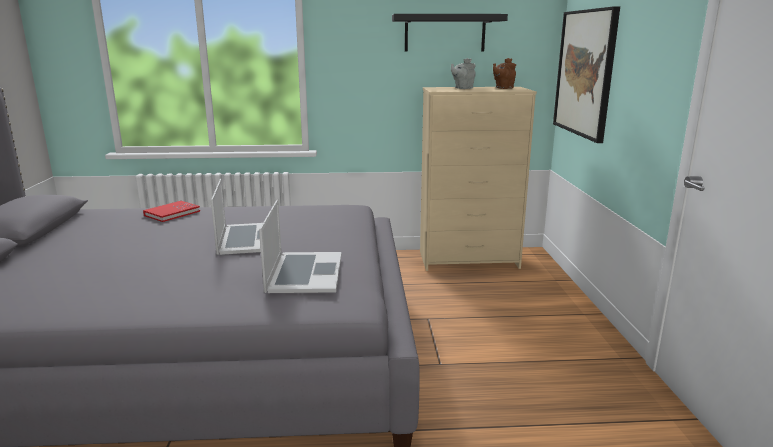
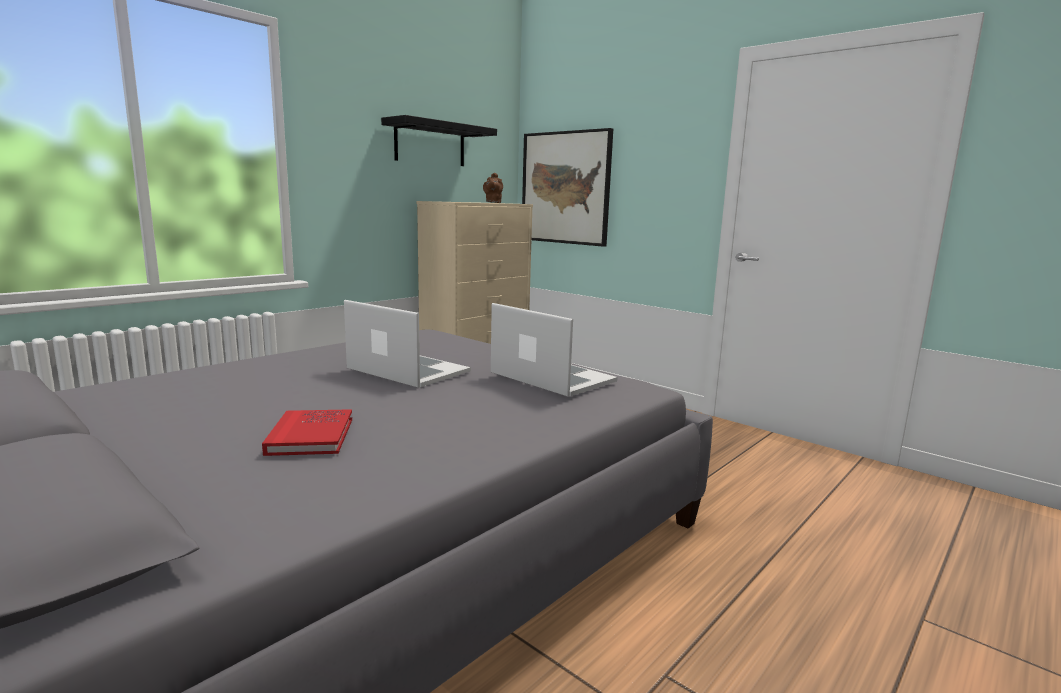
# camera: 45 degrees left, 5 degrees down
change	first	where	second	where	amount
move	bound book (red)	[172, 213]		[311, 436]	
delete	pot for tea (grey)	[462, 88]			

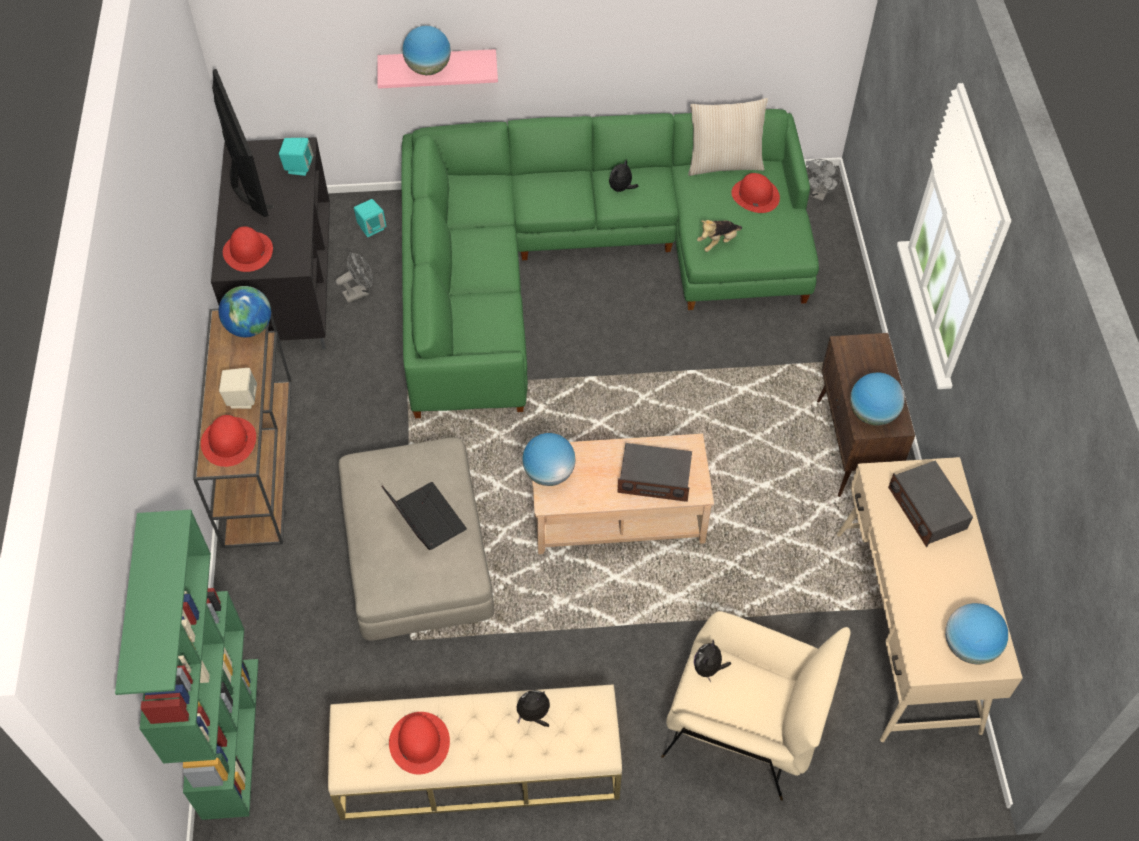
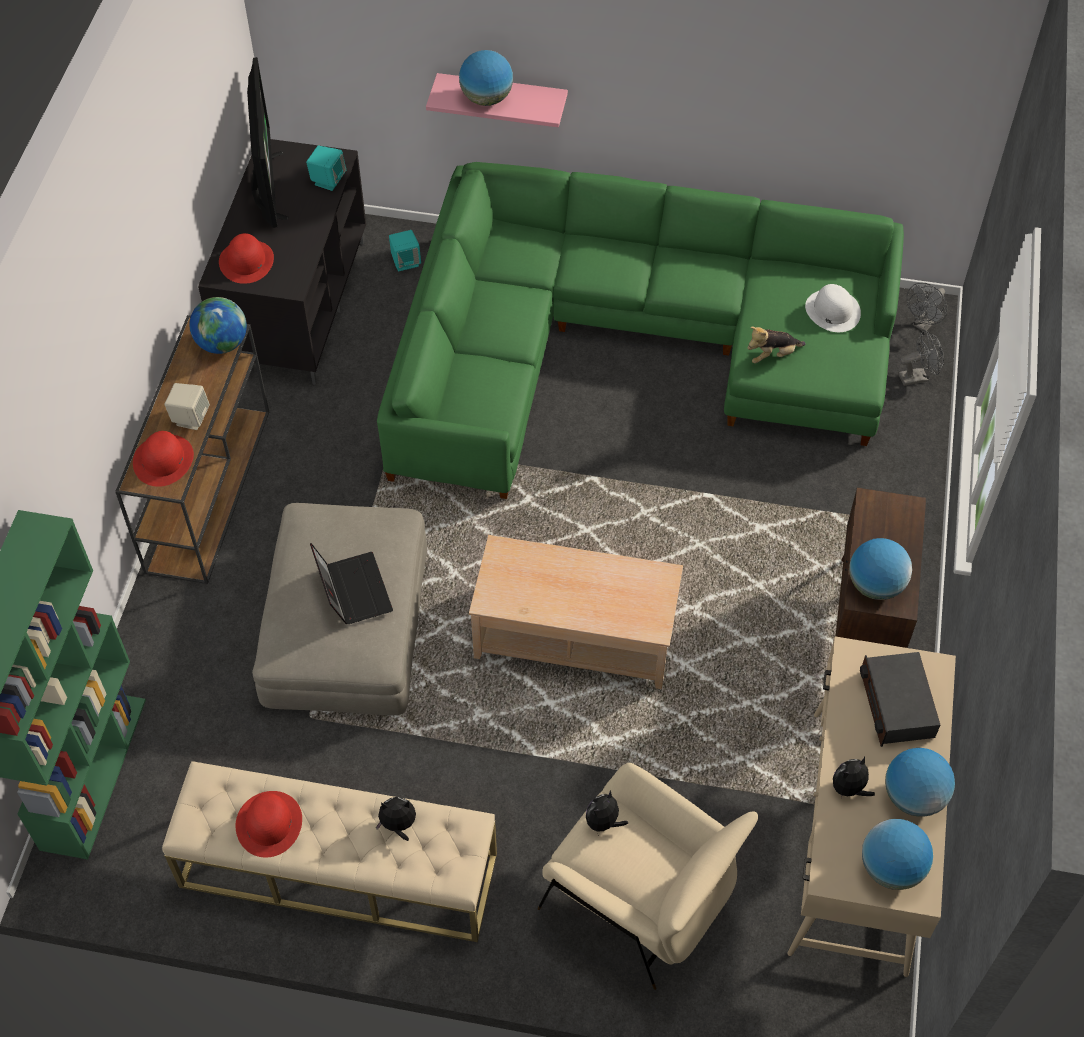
# camera: 15 degrees right, 0 degrees up
change	first	where	second	where	amount
recolor	hat (red)	[755, 195]	hat (whitish)	[832, 310]	
move	cuddly toy	[621, 189]		[849, 789]	
move	desk globe	[549, 473]		[913, 796]	
move	cooling fan (grey)	[359, 292]		[917, 376]	
delete	radio	[654, 479]			
delete	throw pillow (beige-coloured)	[724, 163]			

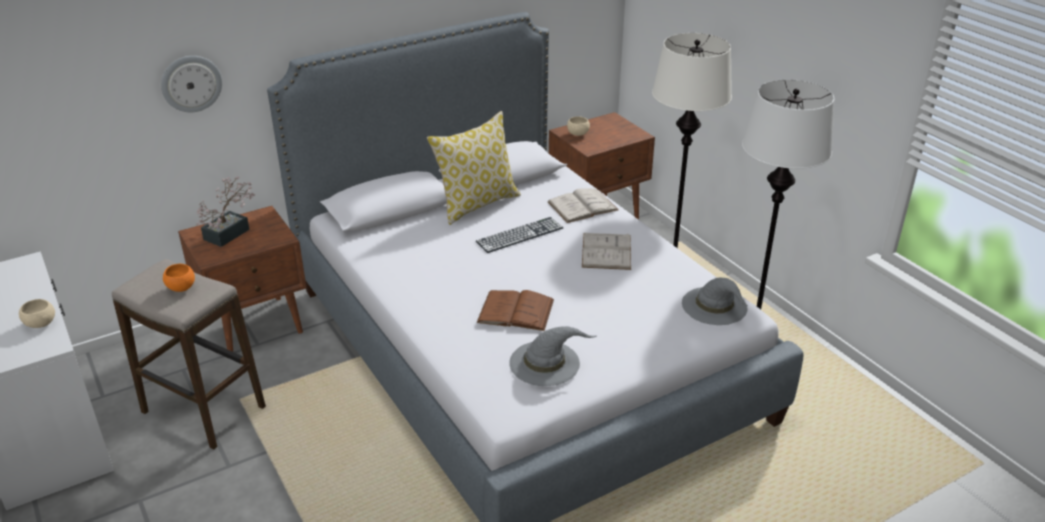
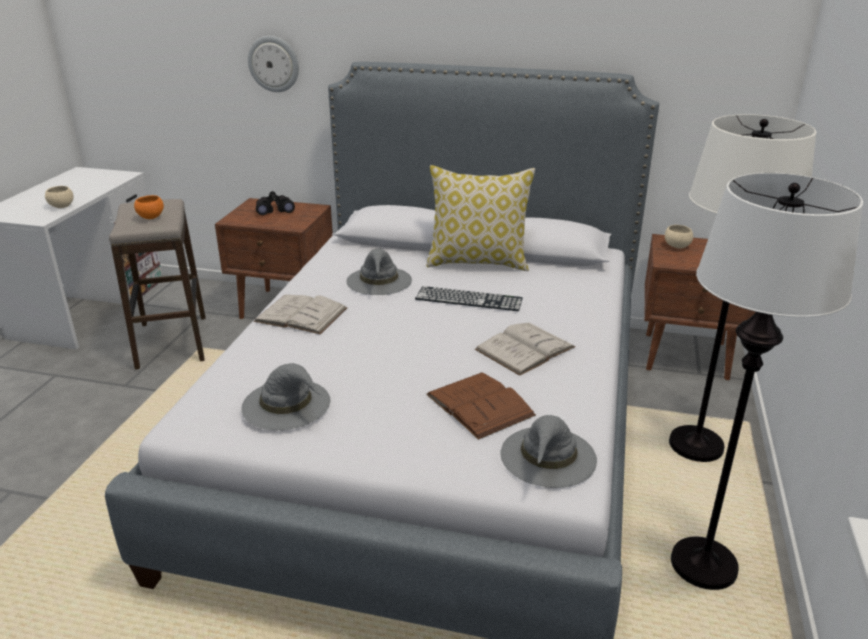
# camera: 45 degrees right, 5 degrees down
change	first	where	second	where	amount
move	bound book (whitish)	[582, 206]		[301, 314]	
replace	potted plant	[231, 232]	pair of binoculars (blackish)	[274, 210]	
insert			hat (grey)	[379, 281]	
move	bound book (brownish)	[515, 311]		[479, 405]	

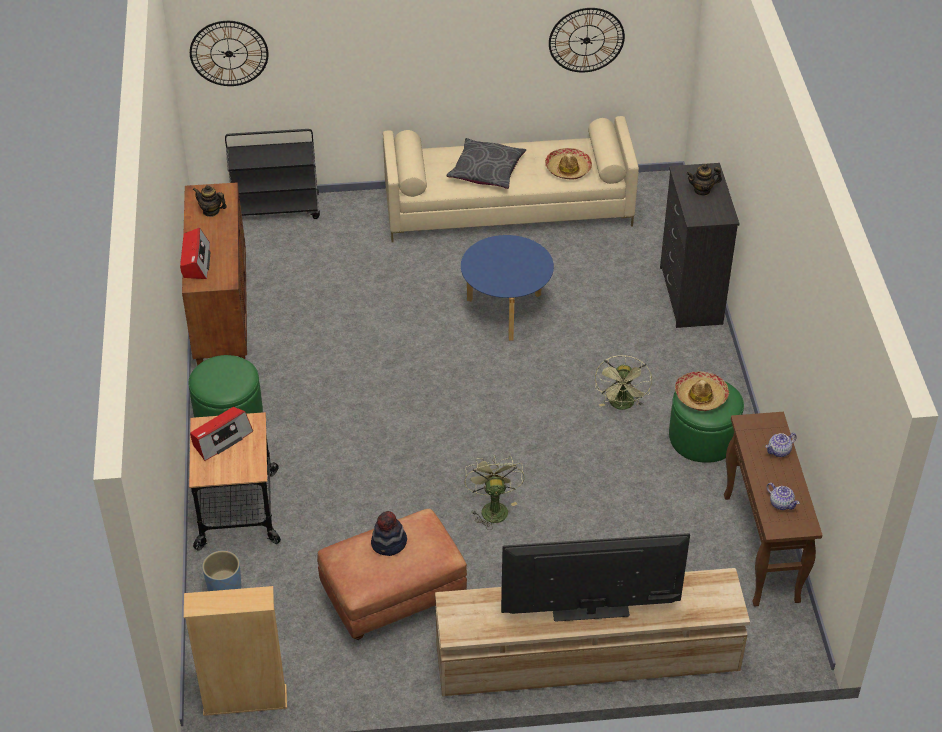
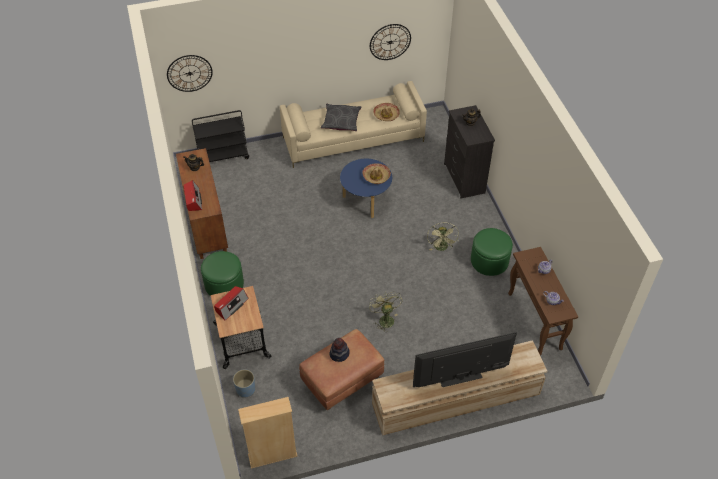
# camera: 10 degrees left, 5 degrees up
change	first	where	second	where	amount
move	hat	[701, 396]		[376, 176]	

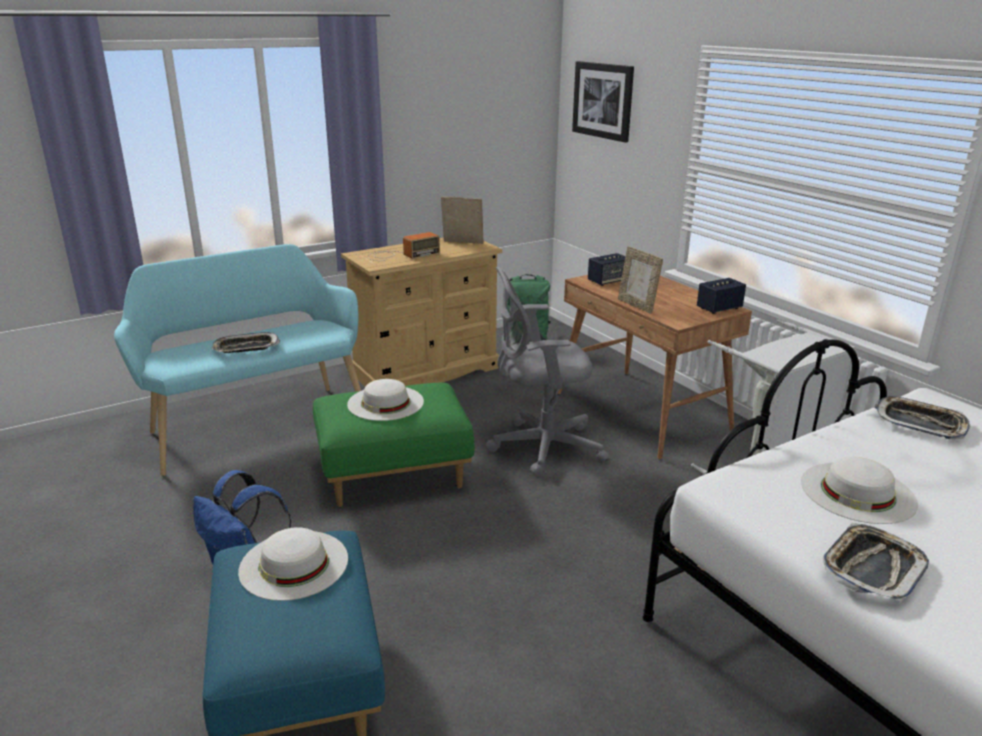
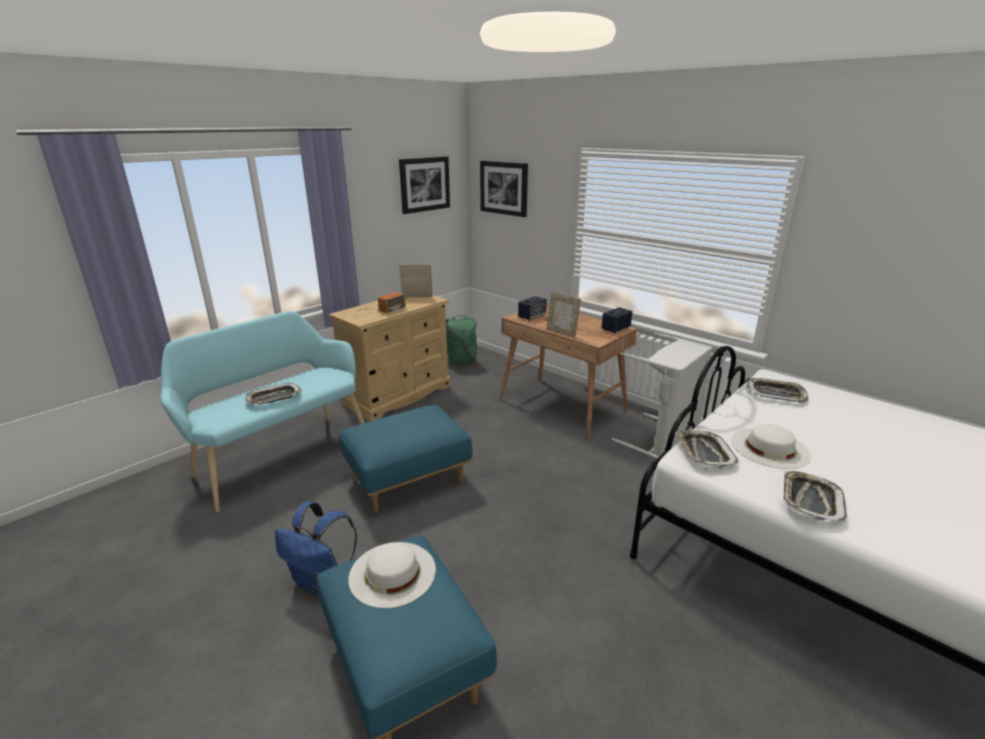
# camera: 15 degrees left, 0 degrees up
change	first	where	second	where	amount
recolor	footrest (green)	[394, 475]	footrest (blue)	[408, 480]	
insert			wall art	[424, 184]	
insert			serving tray	[703, 452]	
delete	hat (whitish)	[385, 403]			
delete	computer chair (grey)	[541, 447]			

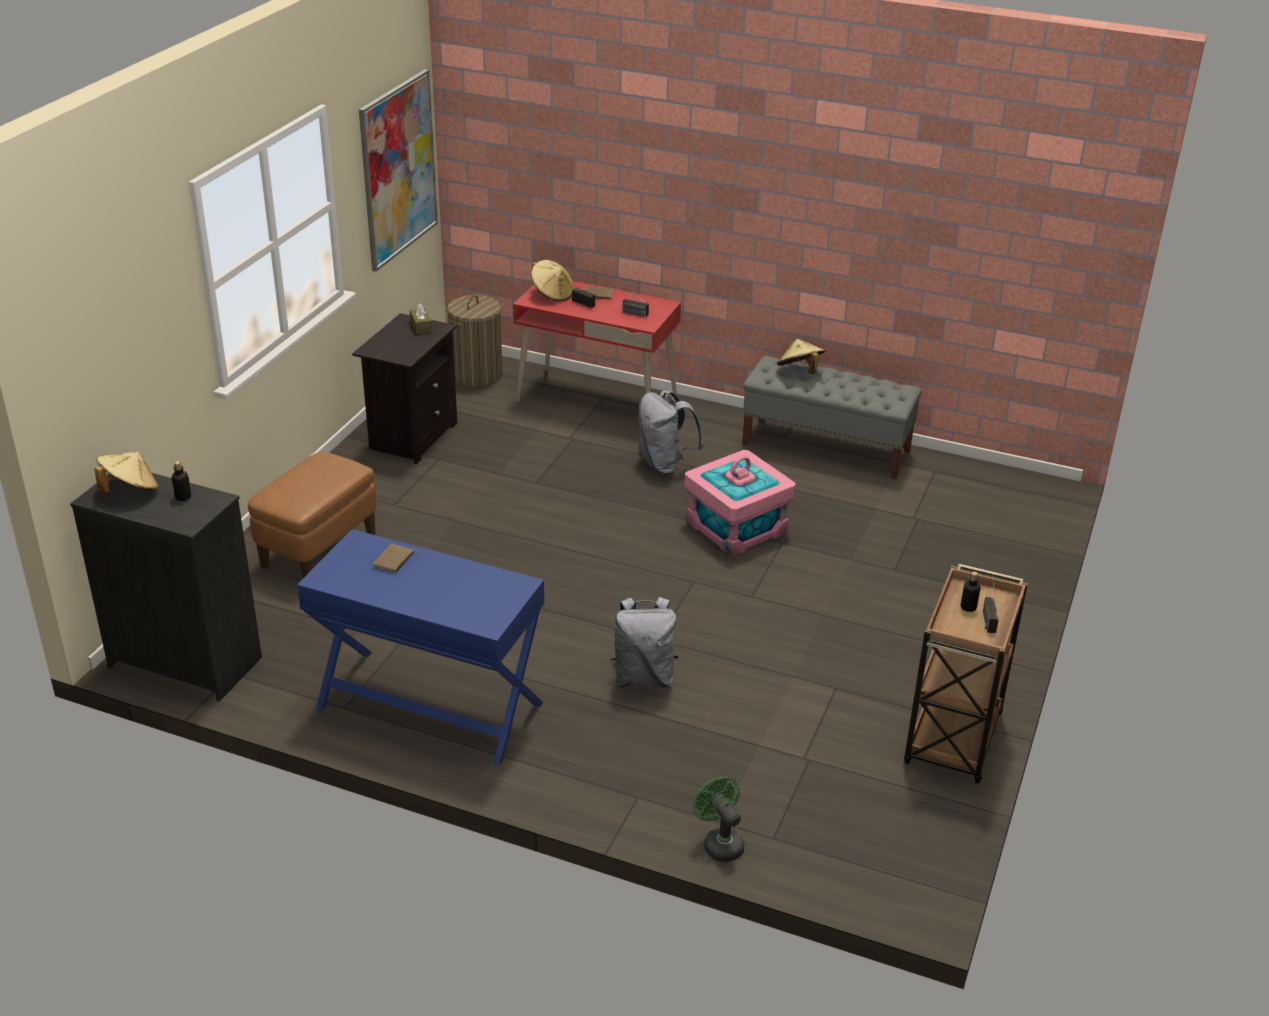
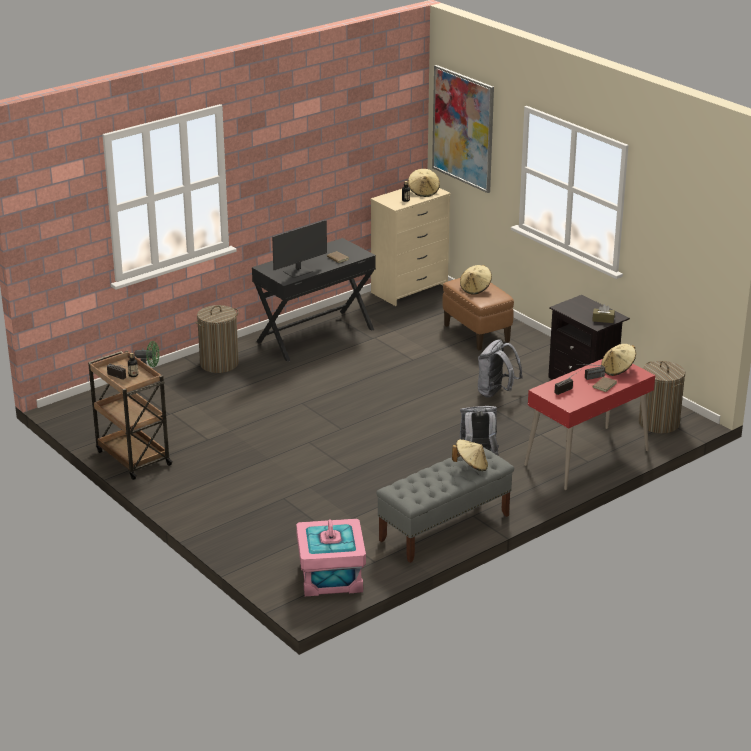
# camera: 120 degrees right, 5 degrees down
change	first	where	second	where	amount
insert			washing basket	[219, 364]	
recolor	desk unit (blue)	[429, 706]	desk unit (blackish)	[315, 335]	
insert			monitor	[298, 272]	
move	storage container (pink)	[737, 527]		[330, 577]	
recolor	chest of drawers (blackish)	[186, 661]	chest of drawers (beige-coloured)	[409, 290]	
move	wall art	[398, 169]		[463, 128]	
insert			hat (beige-coloured)	[475, 289]	
move	knapsack (grey)	[644, 678]		[496, 393]	

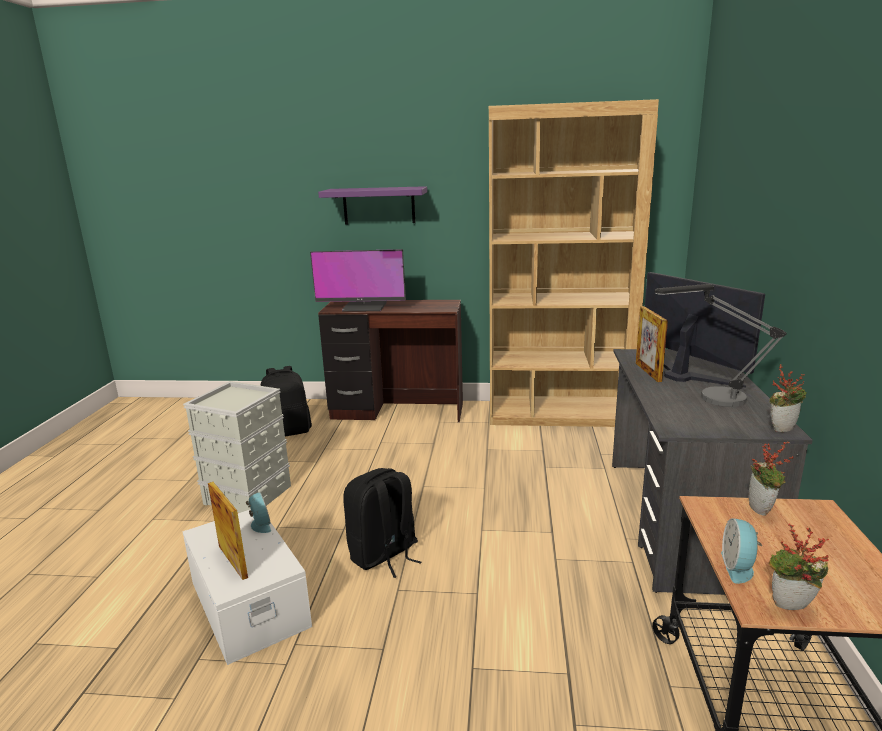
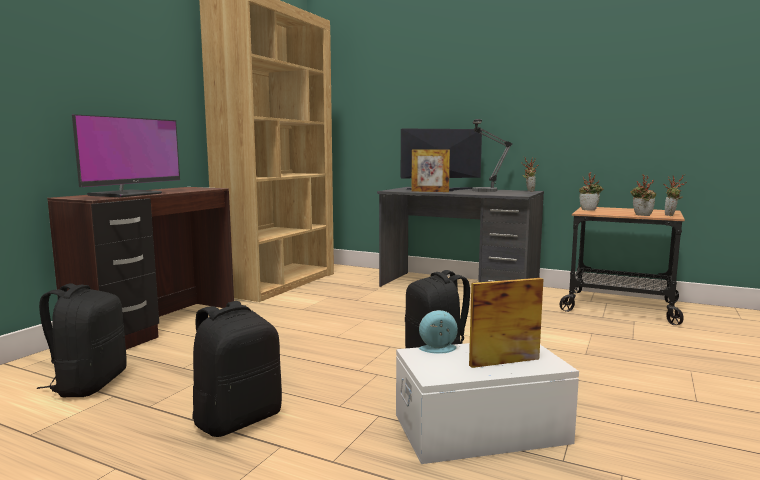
# camera: 70 degrees left, 10 degrees down
change	first	where	second	where	amount
replace	storage container (grey)	[249, 494]	knapsack (blackish)	[238, 419]	
replace	alarm clock	[738, 567]	potted plant	[641, 215]	
delete	shelf (purple)	[379, 205]			

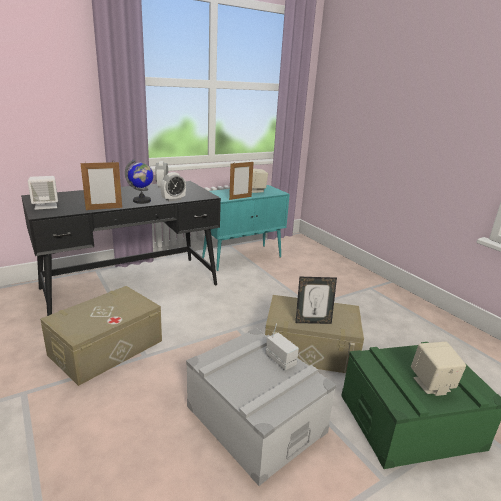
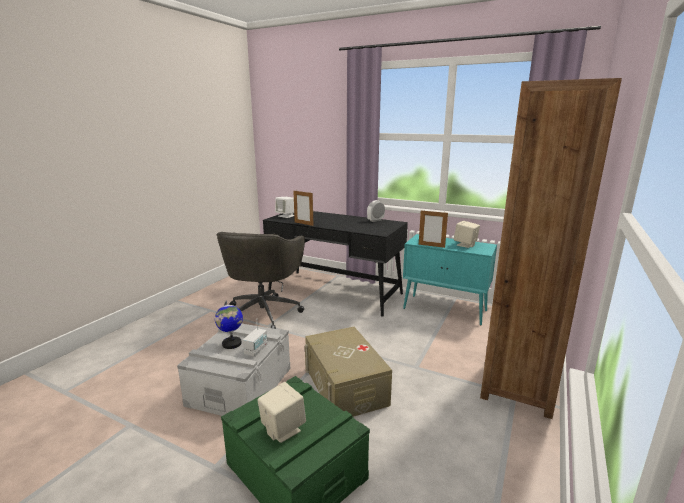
# camera: 60 degrees right, 5 degrees down
change	first	where	second	where	amount
move	desk globe	[142, 201]		[231, 344]	
replace	storage container (beige-coloured)	[106, 348]	computer chair (grey)	[264, 312]	
insert			shelving unit (brownish)	[518, 386]	
delete	alarm clock	[173, 199]			
delete	photo frame	[312, 321]			

